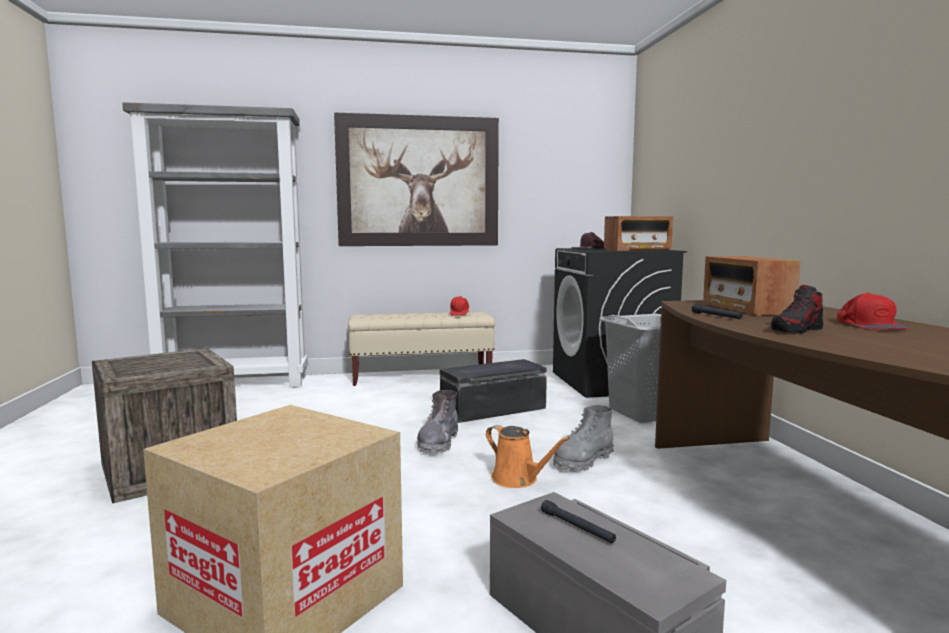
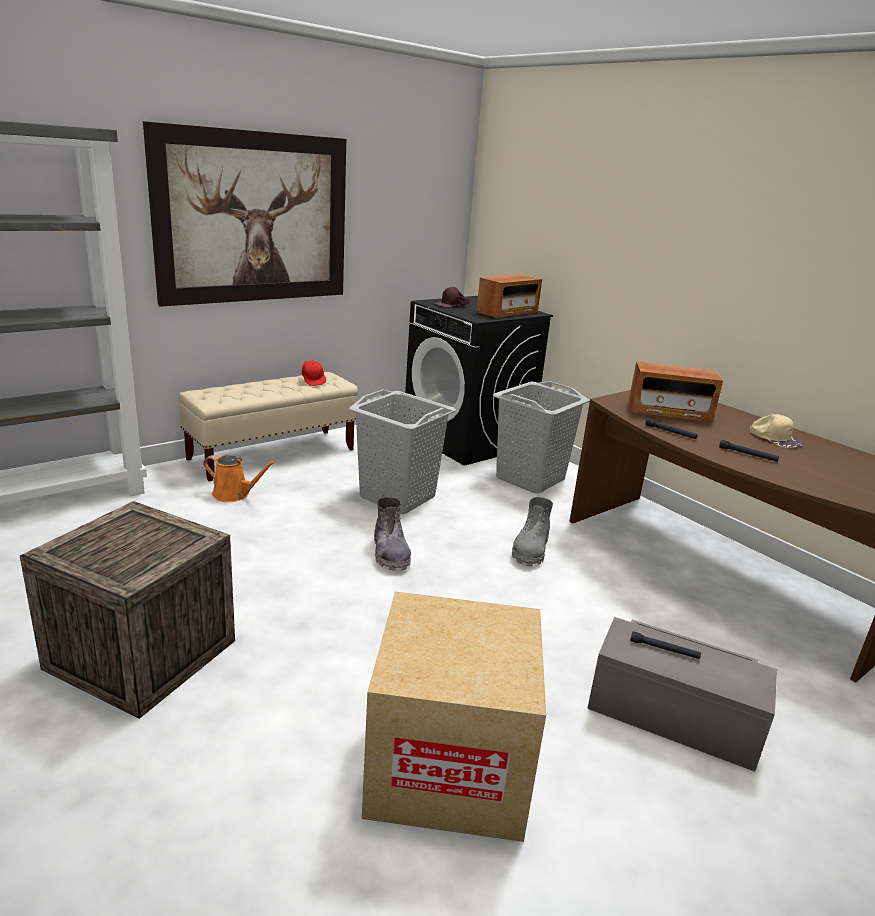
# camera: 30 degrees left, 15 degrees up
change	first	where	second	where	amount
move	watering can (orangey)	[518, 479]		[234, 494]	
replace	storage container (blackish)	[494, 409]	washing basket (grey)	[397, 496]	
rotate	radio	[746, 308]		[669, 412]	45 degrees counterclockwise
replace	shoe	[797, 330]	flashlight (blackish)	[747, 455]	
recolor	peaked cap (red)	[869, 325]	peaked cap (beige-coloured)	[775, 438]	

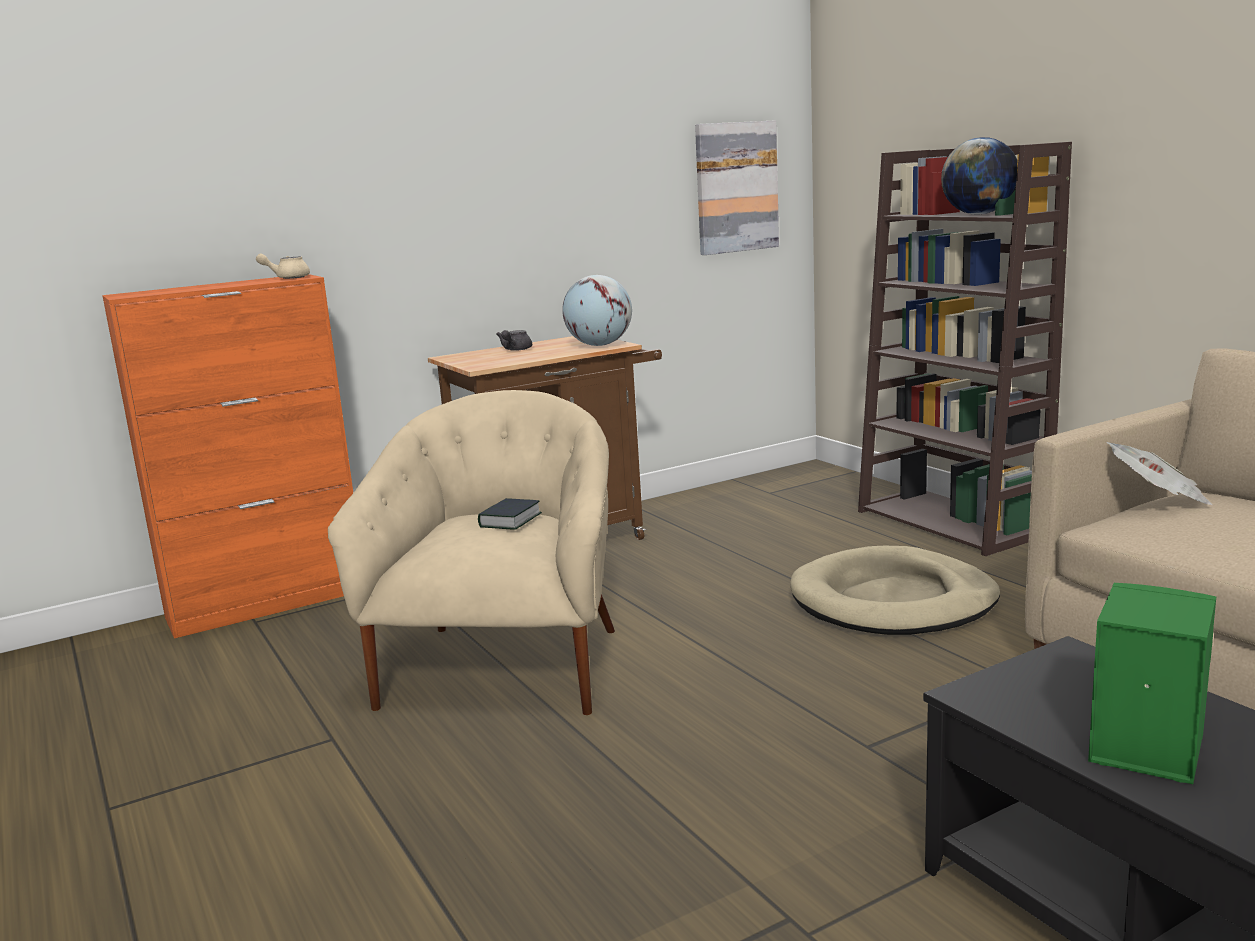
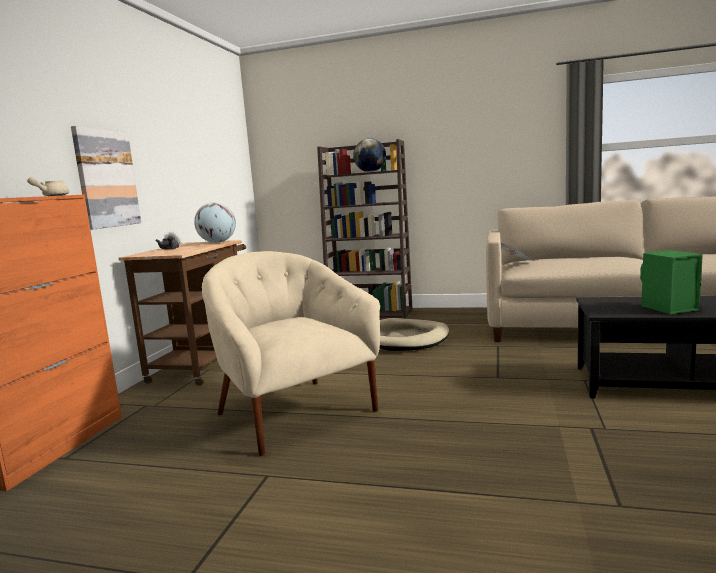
# camera: 45 degrees left, 5 degrees down
change	first	where	second	where	amount
move	wall art	[736, 187]		[106, 178]	
delete	bound book	[510, 520]			

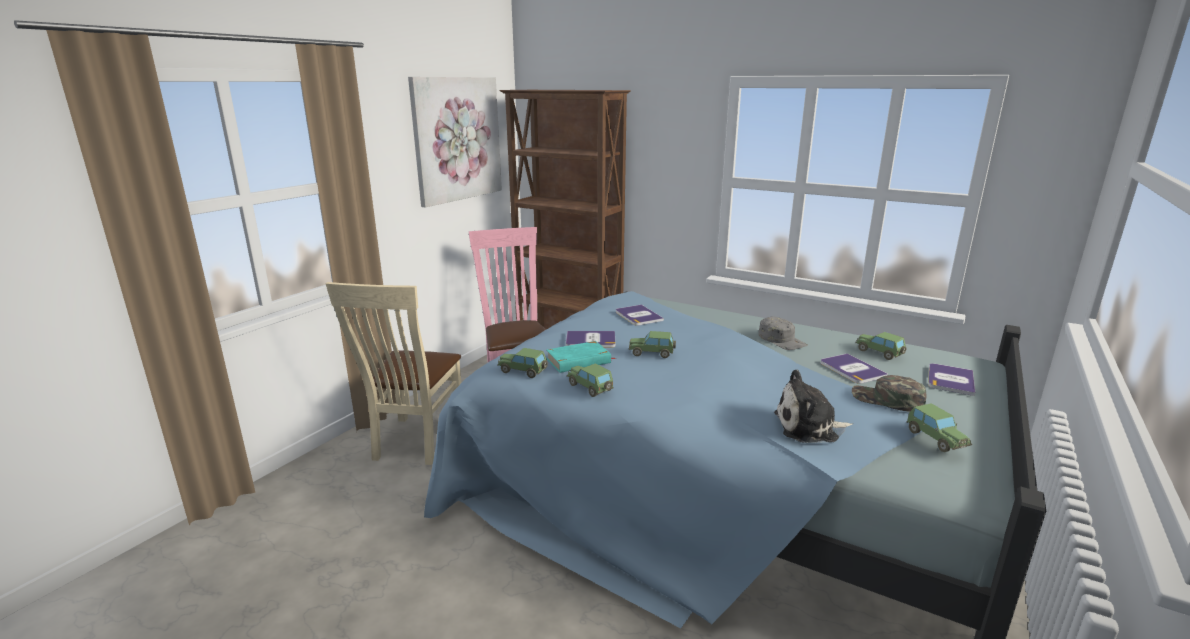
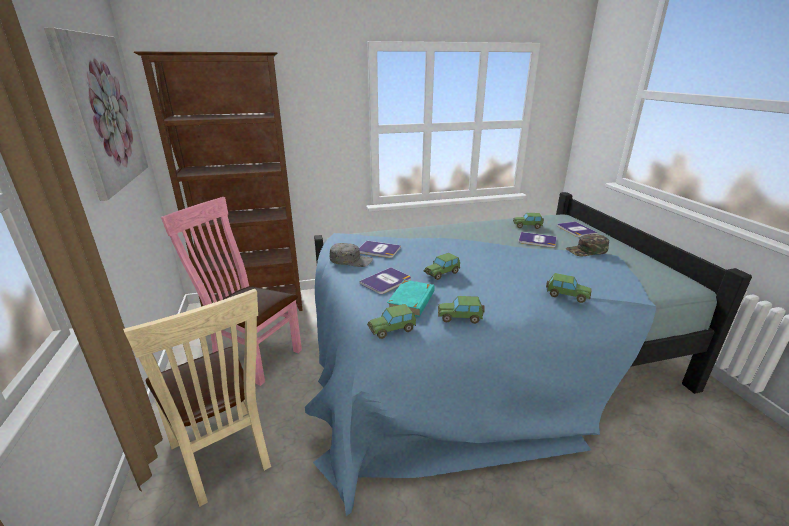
# camera: 45 degrees left, 5 degrees up
change	first	where	second	where	amount
move	peaked cap (grey)	[782, 340]		[351, 260]	
move	miniature car	[935, 439]		[566, 295]	
delete	cuddly toy	[810, 427]			

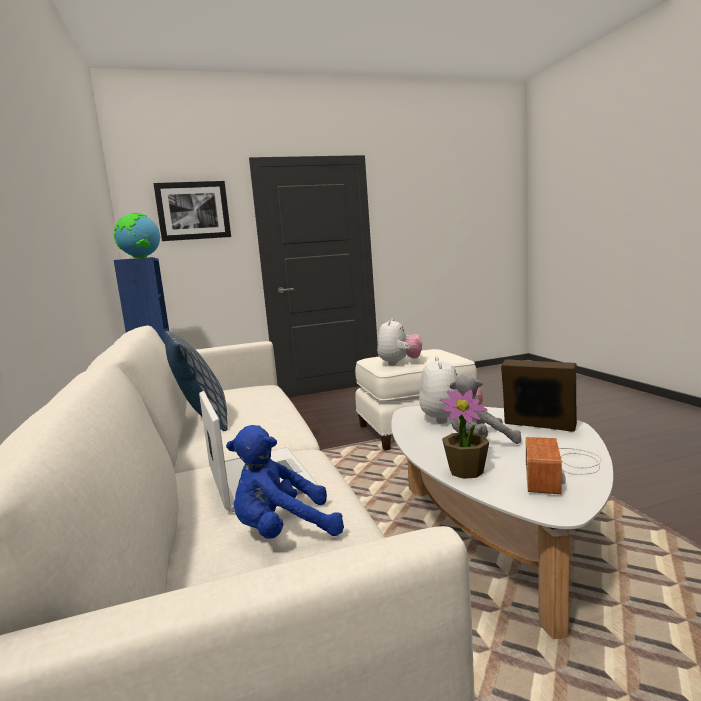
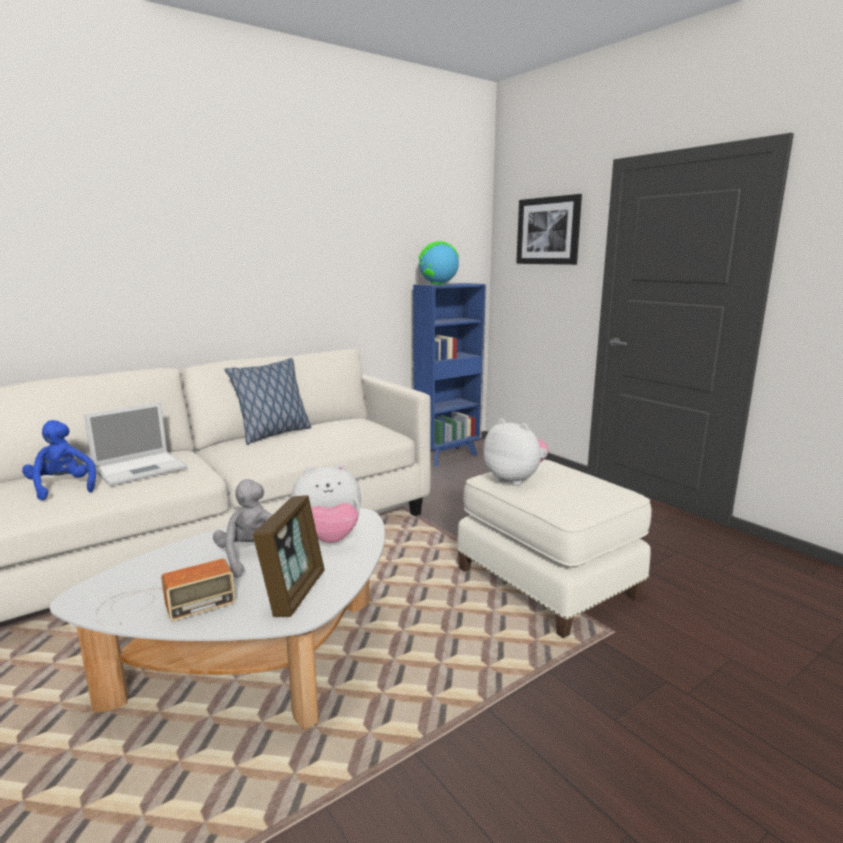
# camera: 70 degrees right, 5 degrees up
change	first	where	second	where	amount
rotate	radio	[563, 469]		[162, 604]	150 degrees clockwise
rotate	cuddly toy	[399, 363]		[515, 479]	135 degrees counterclockwise
delete	potted plant	[466, 471]			

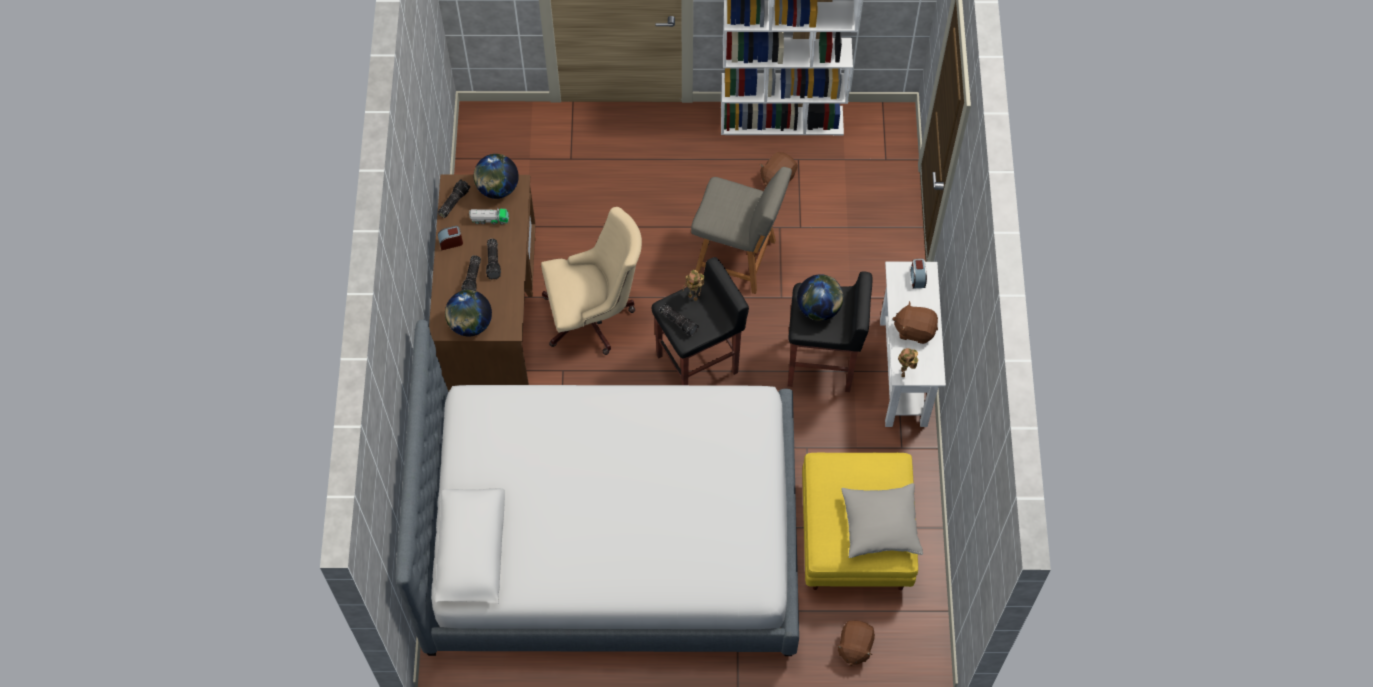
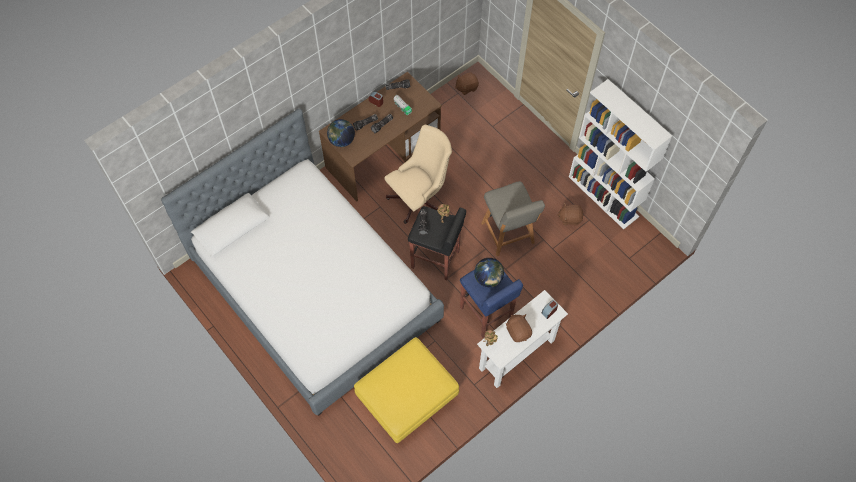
# camera: 50 degrees right, 0 degrees up
change	first	where	second	where	amount
rotate	computer chair (beige-coloured)	[594, 316]		[419, 198]	75 degrees counterclockwise
move	cuddly toy (brownish)	[854, 646]		[466, 87]	
recolor	sitting stool (blackish)	[822, 365]	sitting stool (blue)	[485, 314]	
delete	desk globe	[497, 188]			
delete	throw pillow (grey)	[880, 525]			

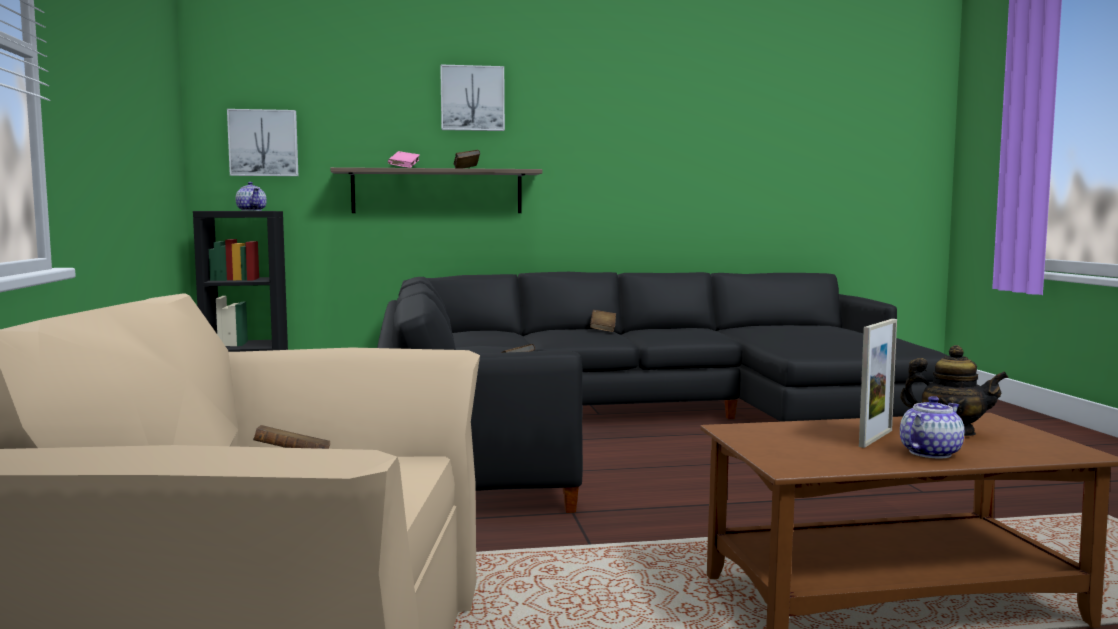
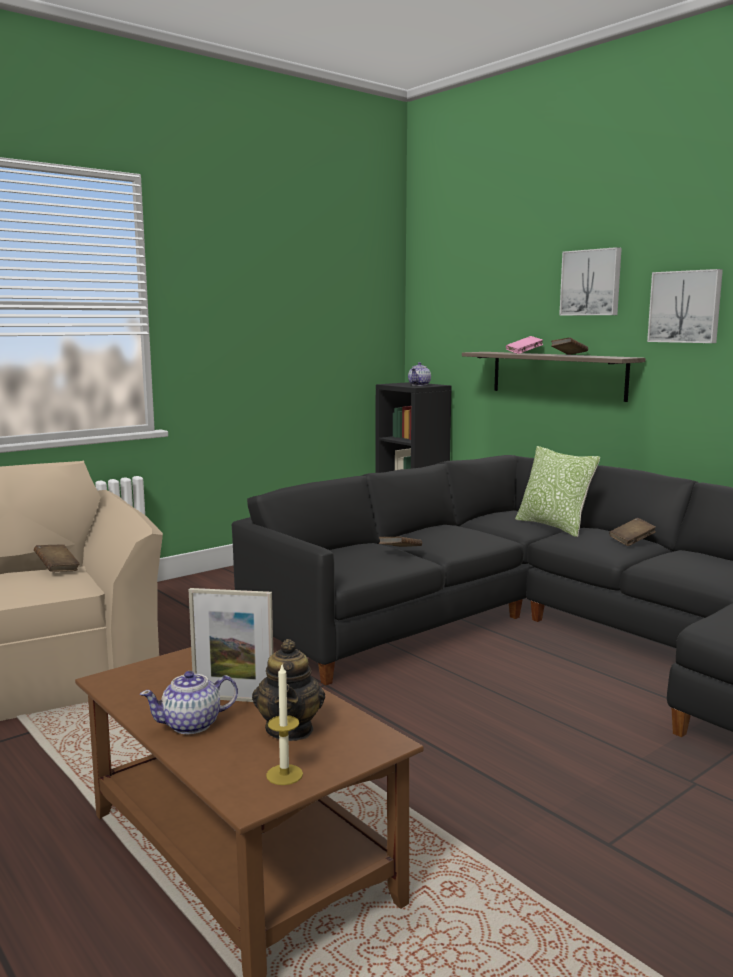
# camera: 60 degrees right, 5 degrees up
change	first	where	second	where	amount
rotate	pot for tea	[929, 453]		[192, 725]	135 degrees clockwise
insert			wax candle	[284, 774]	
insert			throw pillow	[553, 526]	
move	wall art	[263, 143]		[685, 307]	

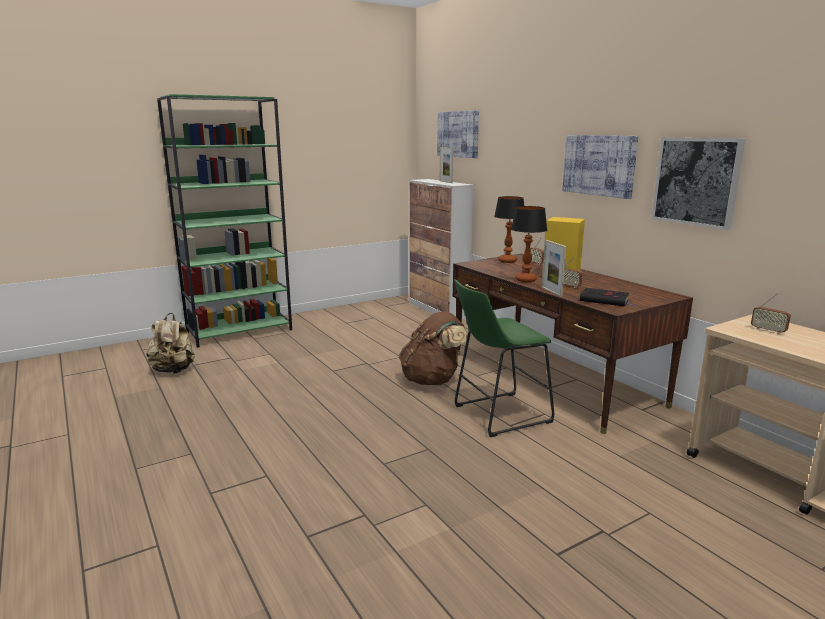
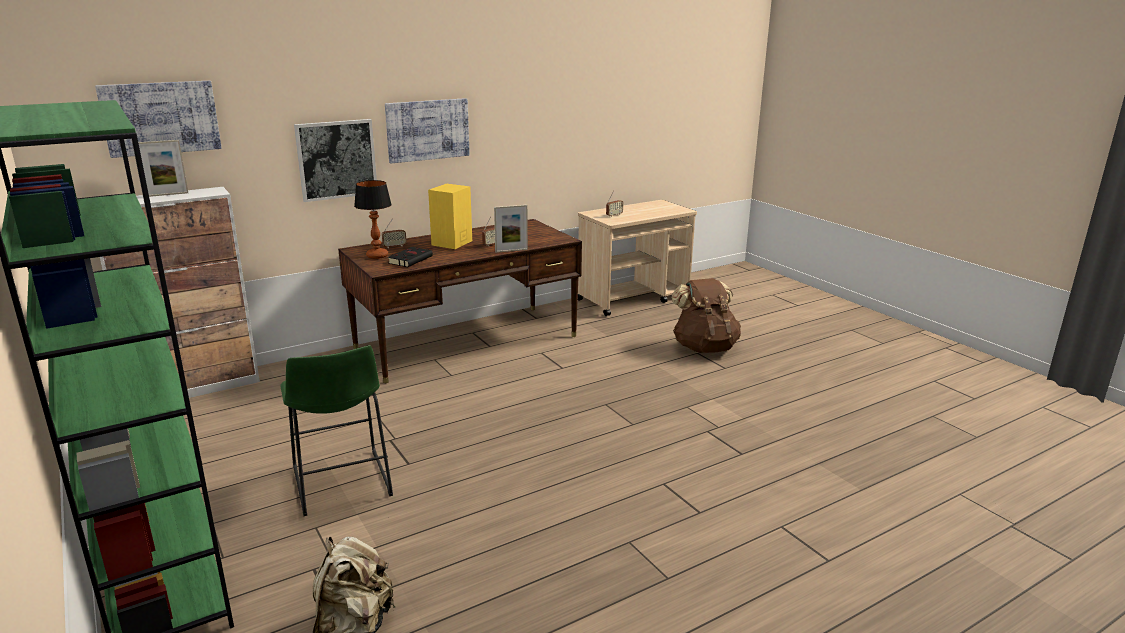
# camera: 90 degrees left, 5 degrees up
change	first	where	second	where	amount
move	sitting stool (green)	[497, 414]		[342, 486]	
move	wall art	[696, 181]		[336, 159]	
move	bound book (blackish)	[605, 300]		[411, 259]	
move	knapsack (brownish)	[432, 380]		[704, 347]	
delete	table lamp	[525, 280]			

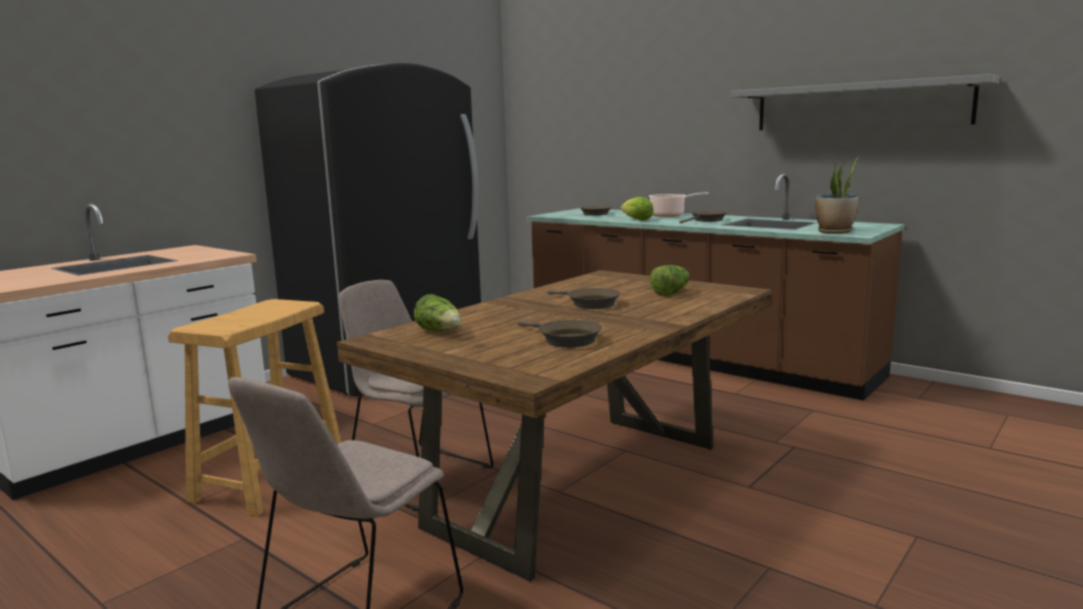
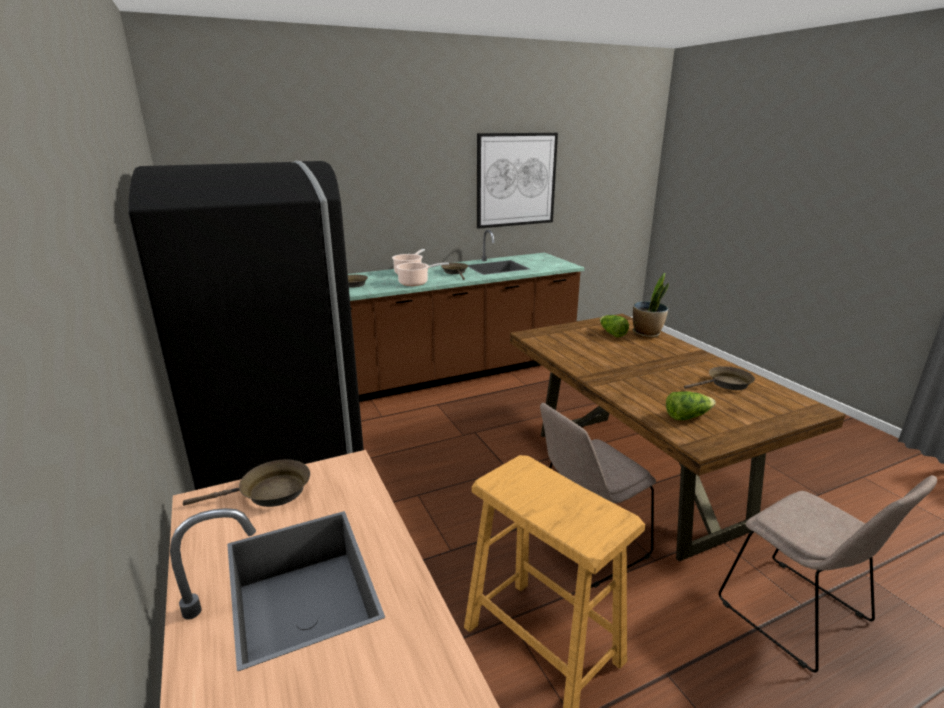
# camera: 65 degrees left, 10 degrees up
change	first	where	second	where	amount
move	skillet (brownish)	[589, 304]		[269, 492]	
replace	lettuce	[637, 220]	cooking pot	[415, 283]	
replace	shelf (grey)	[859, 106]	wall art	[516, 180]	
move	potted plant	[835, 232]		[647, 334]	

